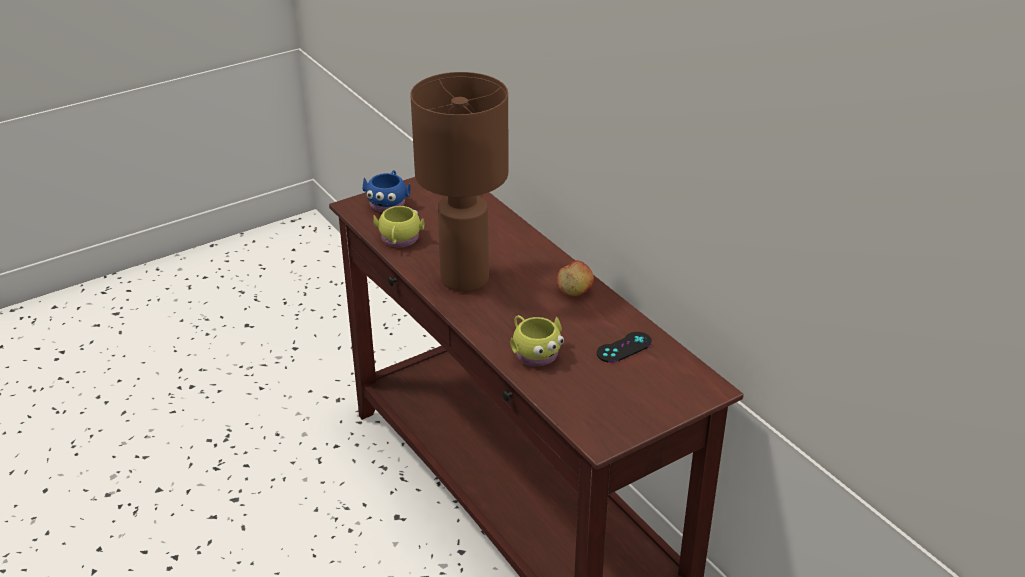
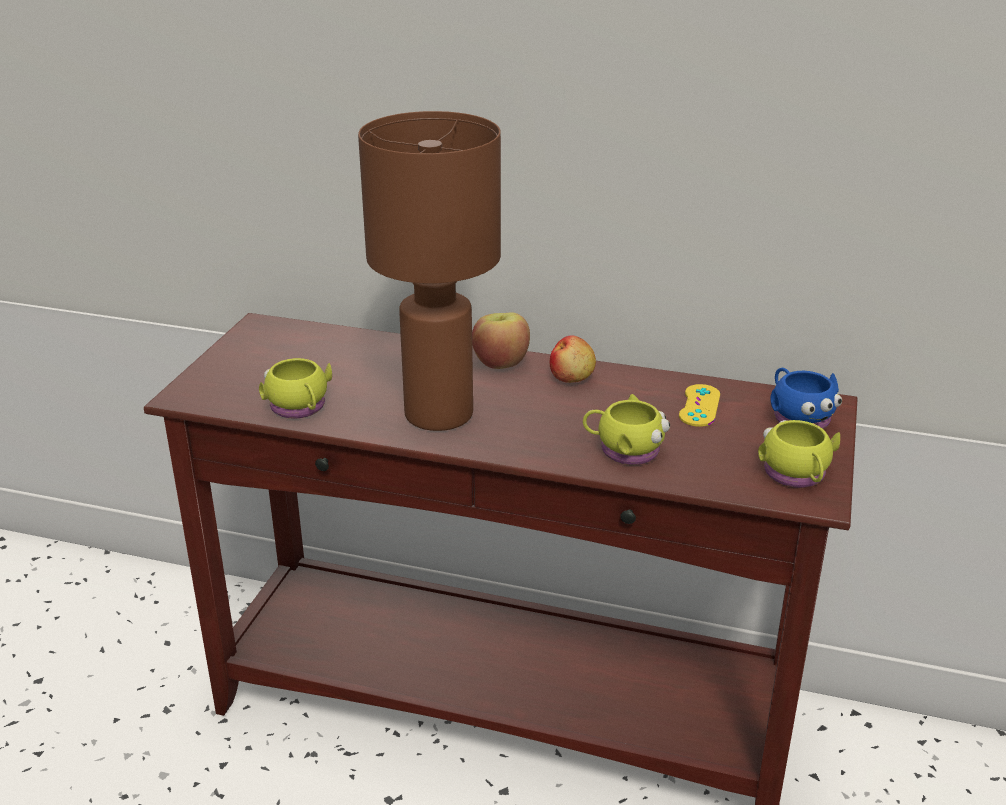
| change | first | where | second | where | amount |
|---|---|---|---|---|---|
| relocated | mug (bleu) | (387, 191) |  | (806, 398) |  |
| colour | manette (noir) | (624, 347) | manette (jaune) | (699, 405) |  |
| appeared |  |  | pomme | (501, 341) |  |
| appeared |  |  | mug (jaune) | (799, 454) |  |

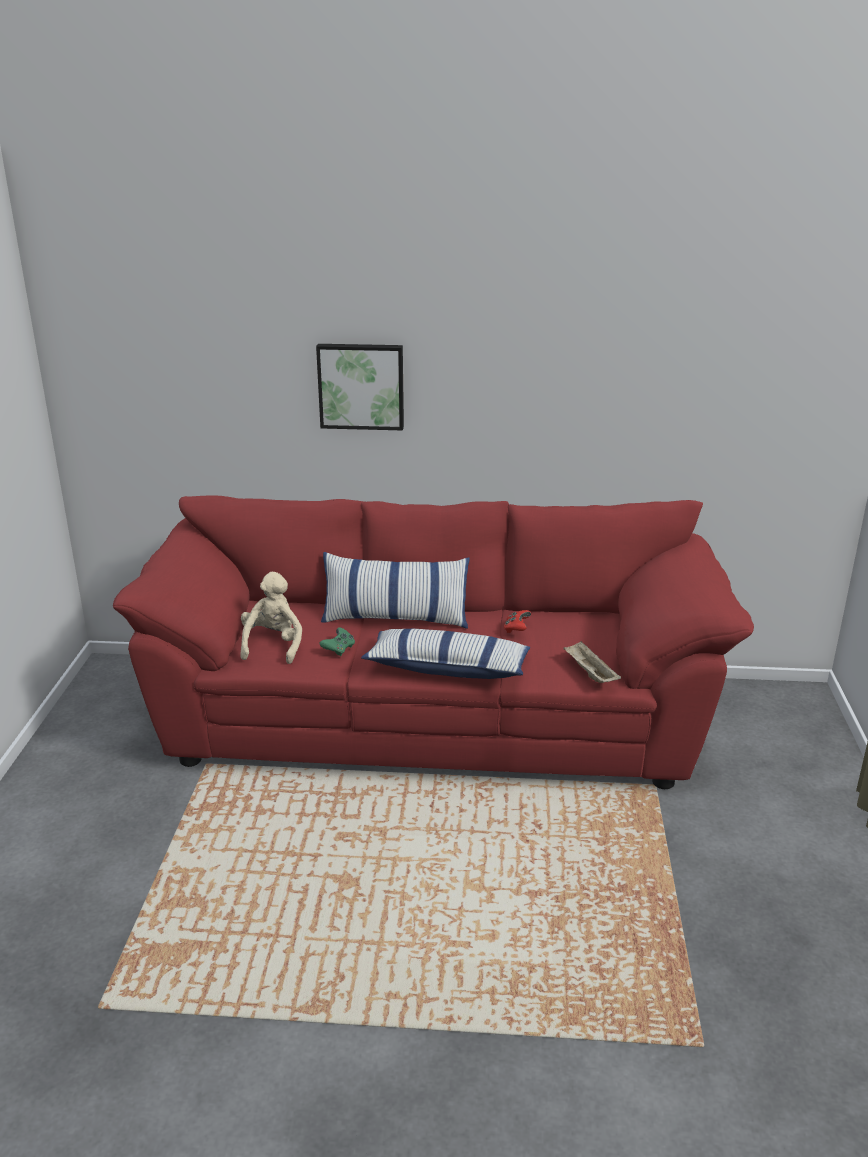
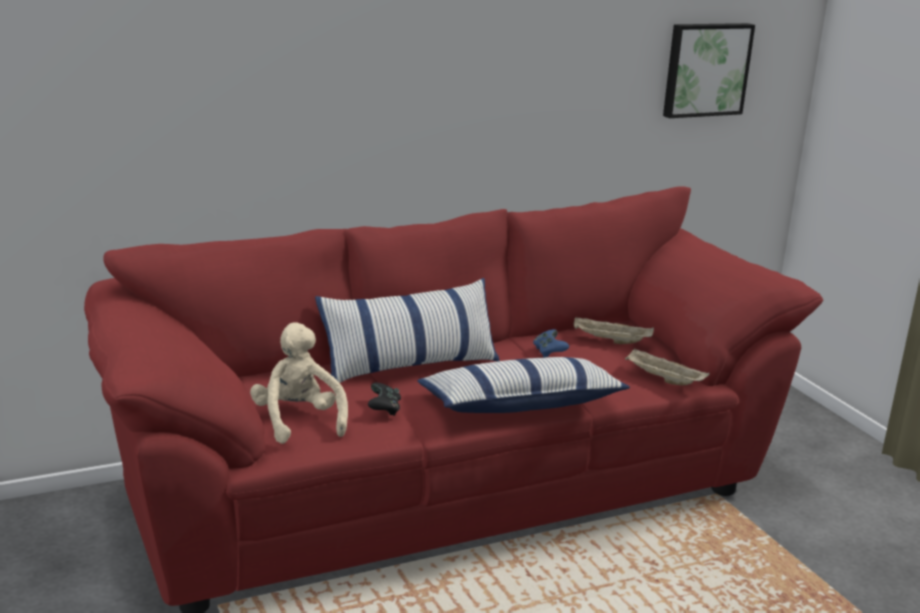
| change | first | where | second | where | amount |
|---|---|---|---|---|---|
| relocated | tableau | (360, 387) |  | (709, 70) |  |
| colour | manette (rouge) | (517, 621) | manette (bleu) | (551, 343) |  |
| colour | manette (vert) | (337, 641) | manette (noir) | (384, 399) |  |
| appeared |  |  | plateau (beige) | (614, 330) |  |

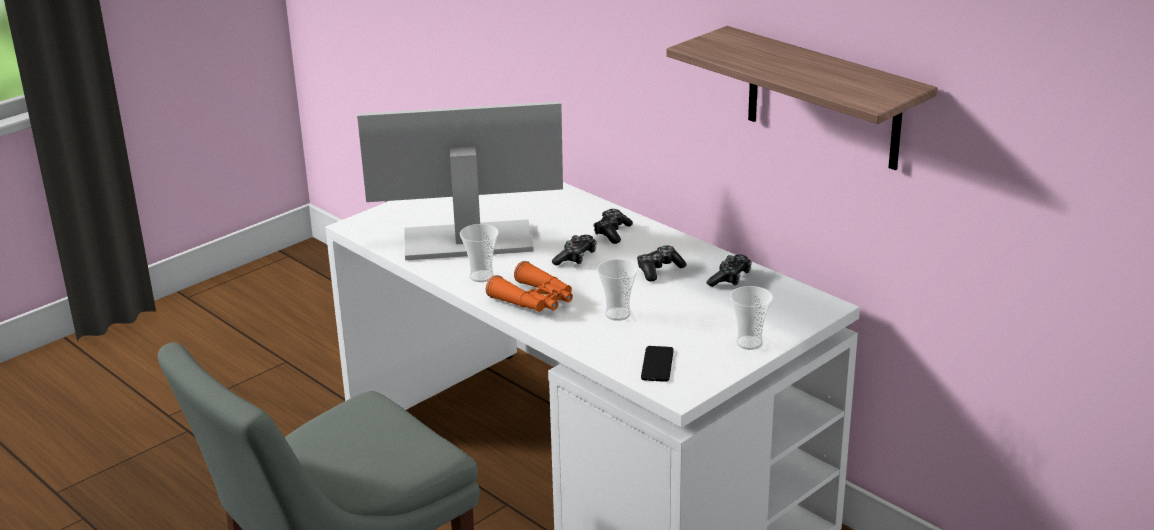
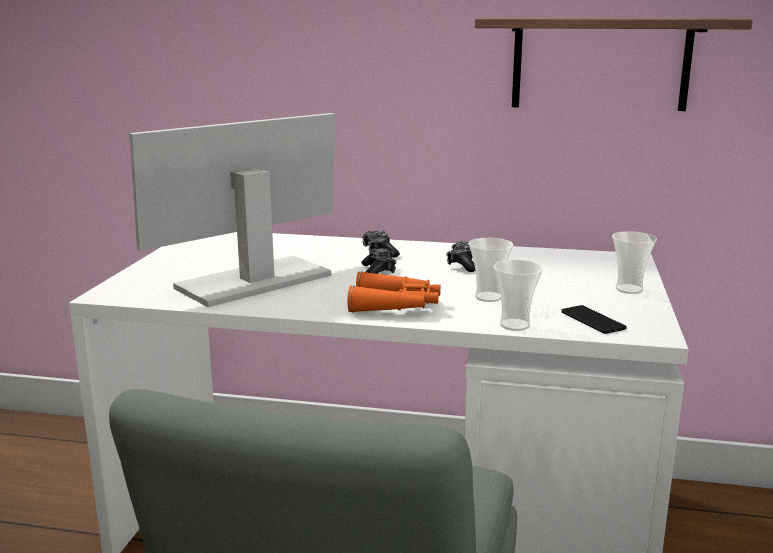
| change | first | where | second | where | amount |
|---|---|---|---|---|---|
| relocated | tasse | (479, 253) |  | (518, 295) |  |
| missing | manette | (729, 271) |  |  |  |

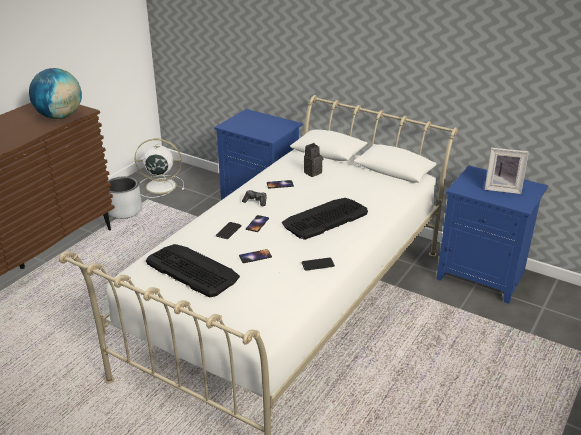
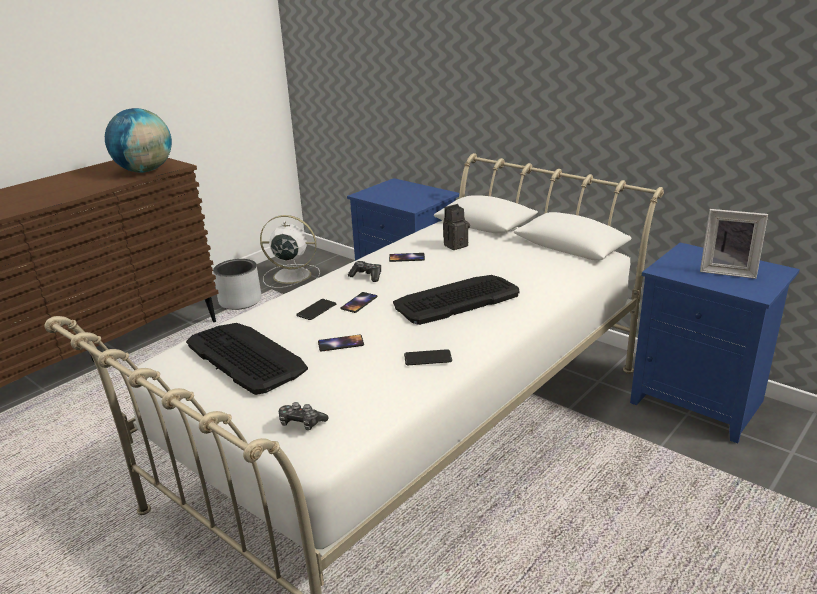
| change | first | where | second | where | amount |
|---|---|---|---|---|---|
| appeared |  |  | manette | (304, 416) |  |

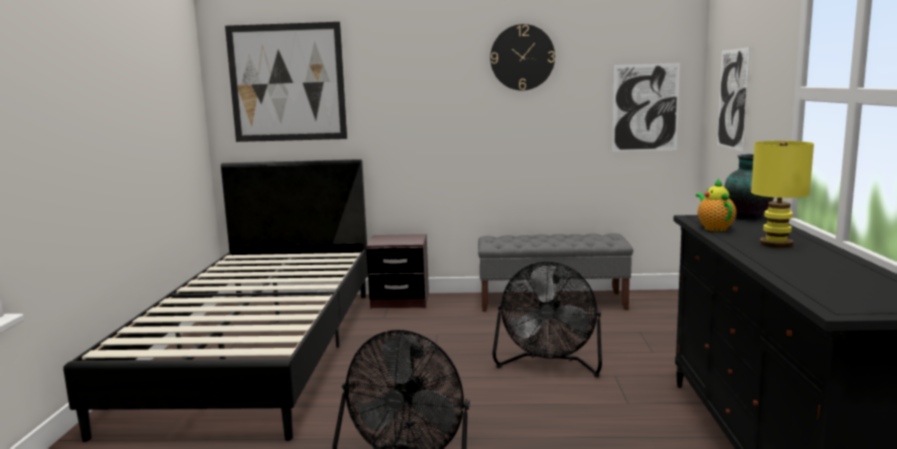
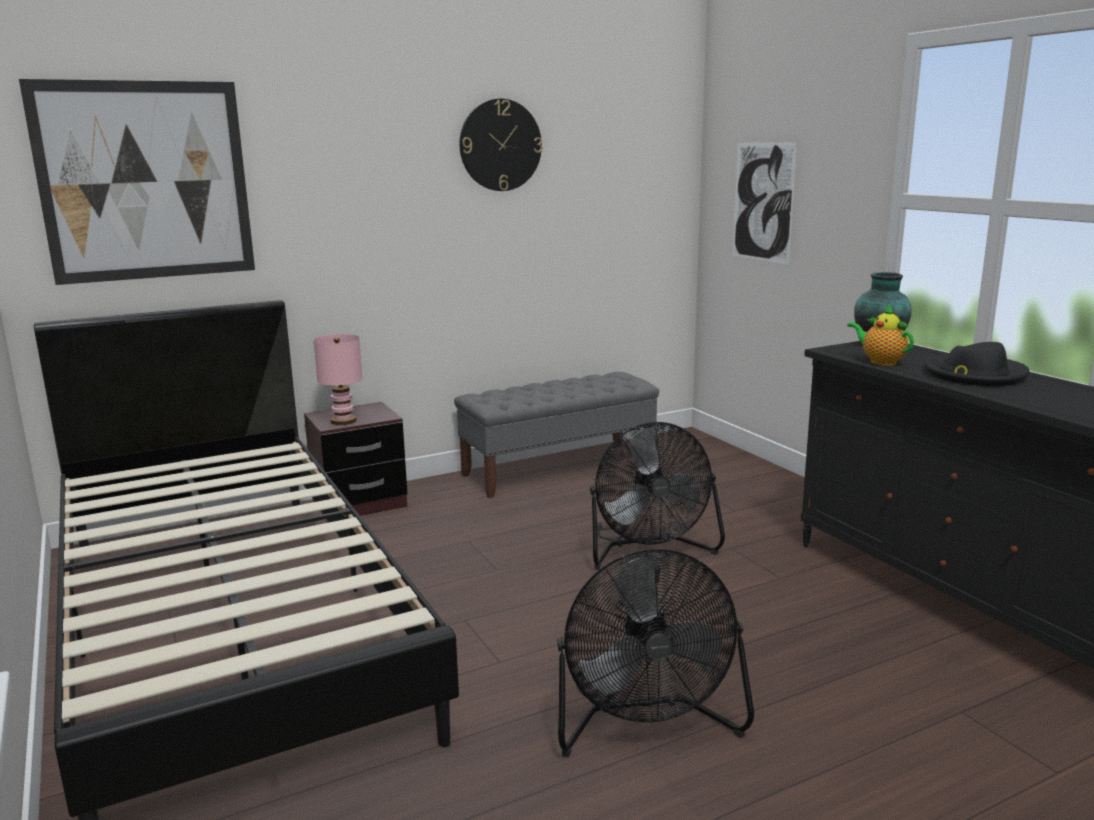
| change | first | where | second | where | amount |
|---|---|---|---|---|---|
| missing | tableau | (646, 107) |  |  |  |
| exchanged | lampe de table (jaune) | (782, 194) | chapeau (noir) | (977, 364) |  |
| appeared |  |  | lampe de table (rose) | (337, 379) |  |

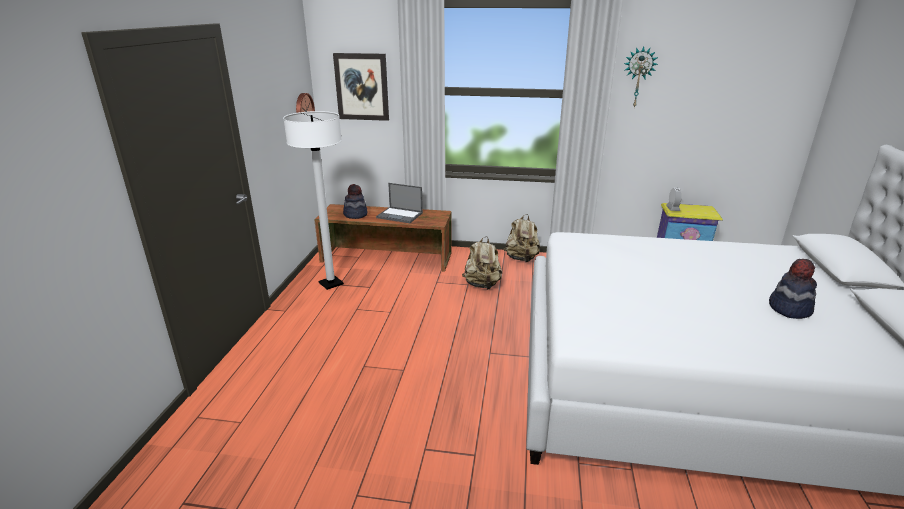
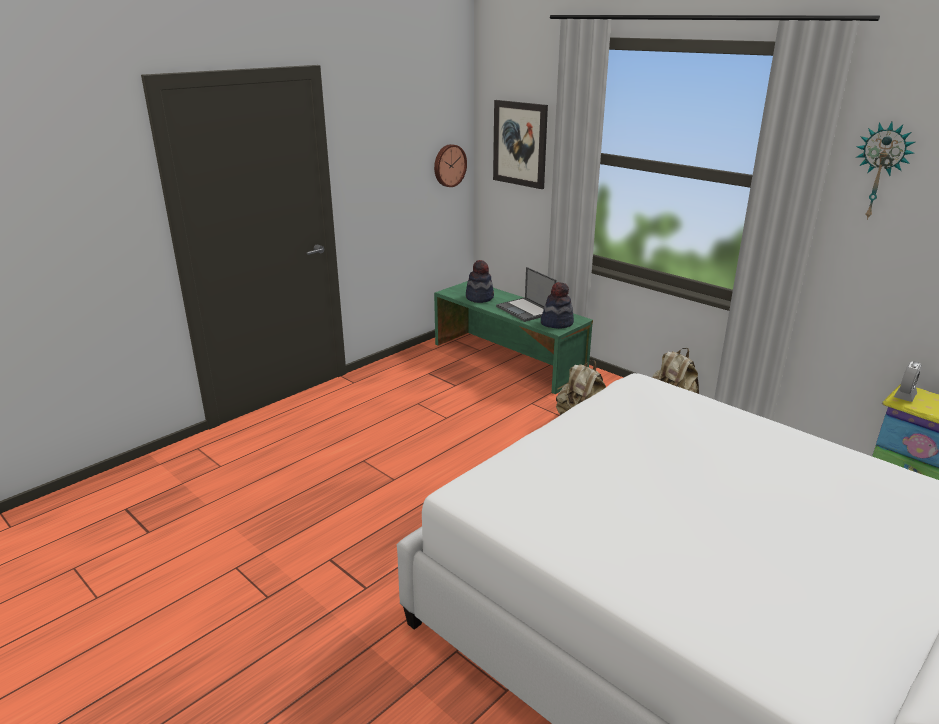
| change | first | where | second | where | amount |
|---|---|---|---|---|---|
| missing | lampadaire (blanc) | (313, 200) |  |  |  |
| colour | banc (marron) | (383, 238) | banc (vert) | (513, 337) |  |
| relocated | chapeau | (793, 289) |  | (557, 305) |  |

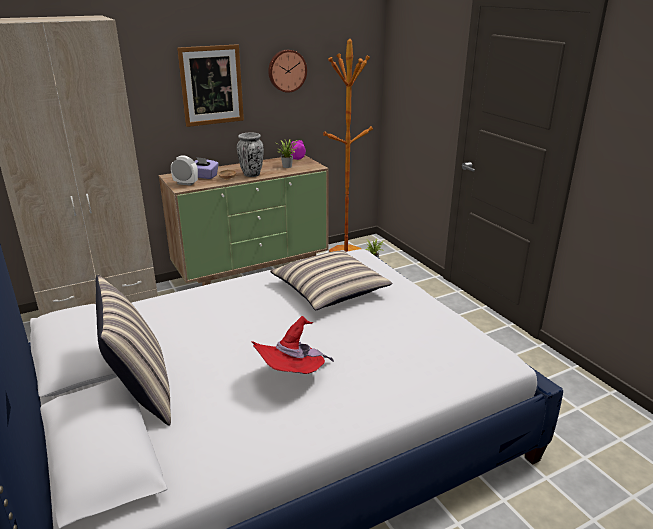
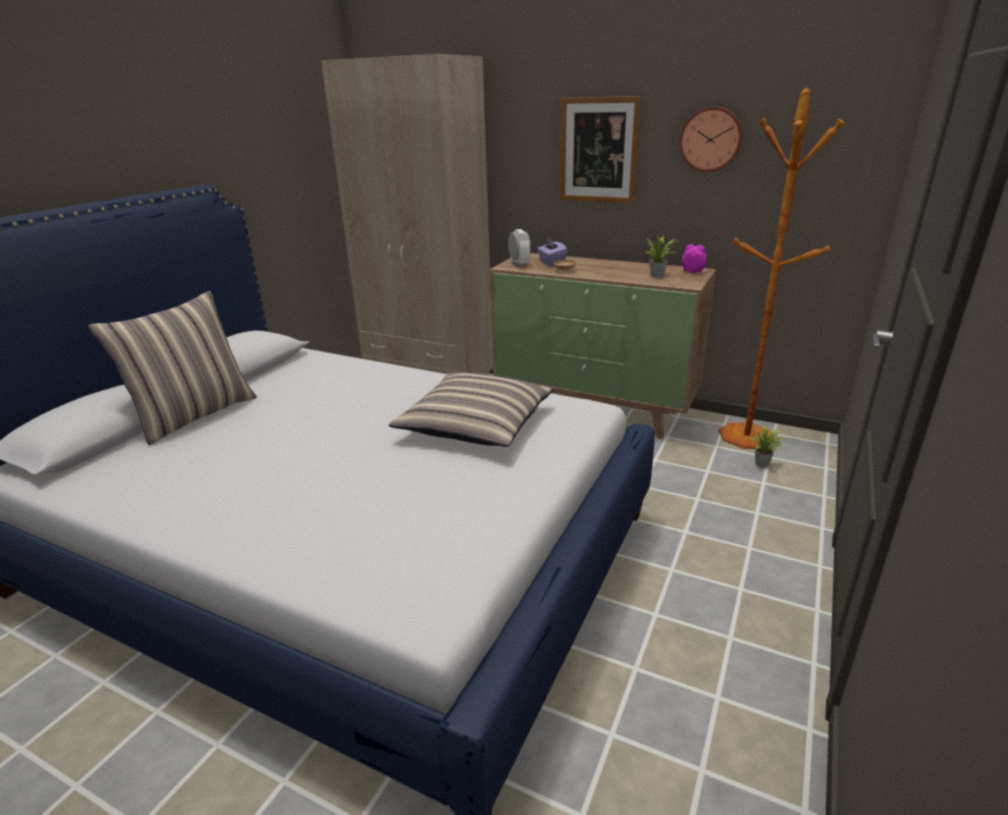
| change | first | where | second | where | amount |
|---|---|---|---|---|---|
| missing | vase | (250, 154) |  |  |  |
| missing | chapeau (rouge) | (292, 345) |  |  |  |

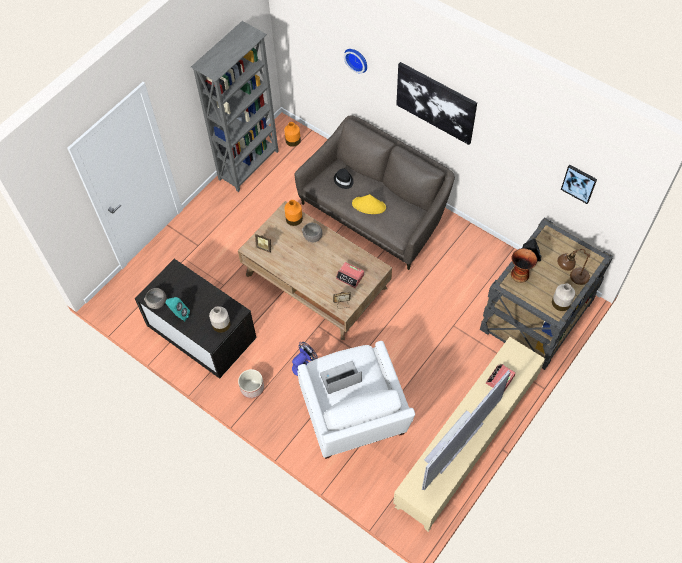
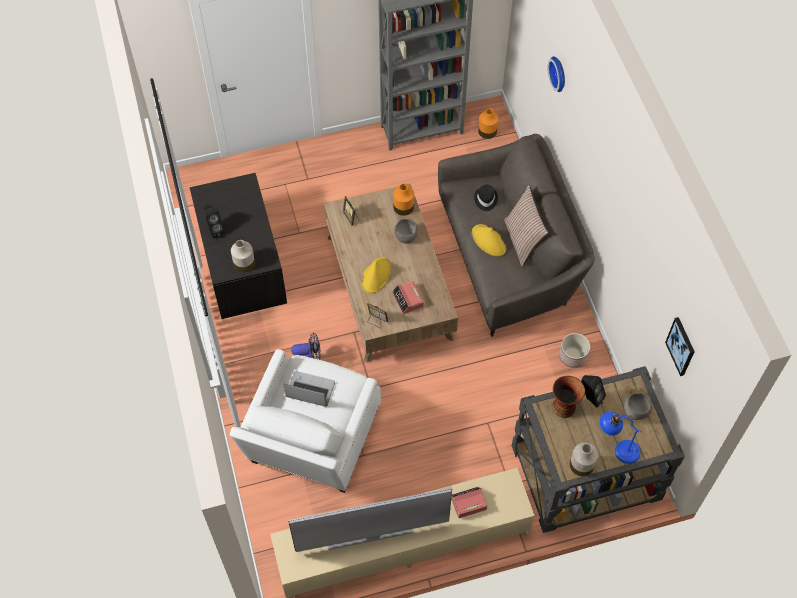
| change | first | where | second | where | amount |
|---|---|---|---|---|---|
| missing | tableau | (436, 103) |  |  |  |
| colour | lampe de table (marron) | (573, 267) | lampe de table (bleu) | (619, 438) |  |
| relocated | bol (gris) | (155, 298) |  | (638, 406) |  |
| colour | enceinte (turquoise) | (178, 309) | enceinte (noir) | (214, 221) |  |
| relocated | cache-pot | (251, 383) |  | (574, 350) |  |
| appeared |  |  | coussin | (526, 226) |  |
| appeared |  |  | chapeau (jaune) | (376, 275) |  |

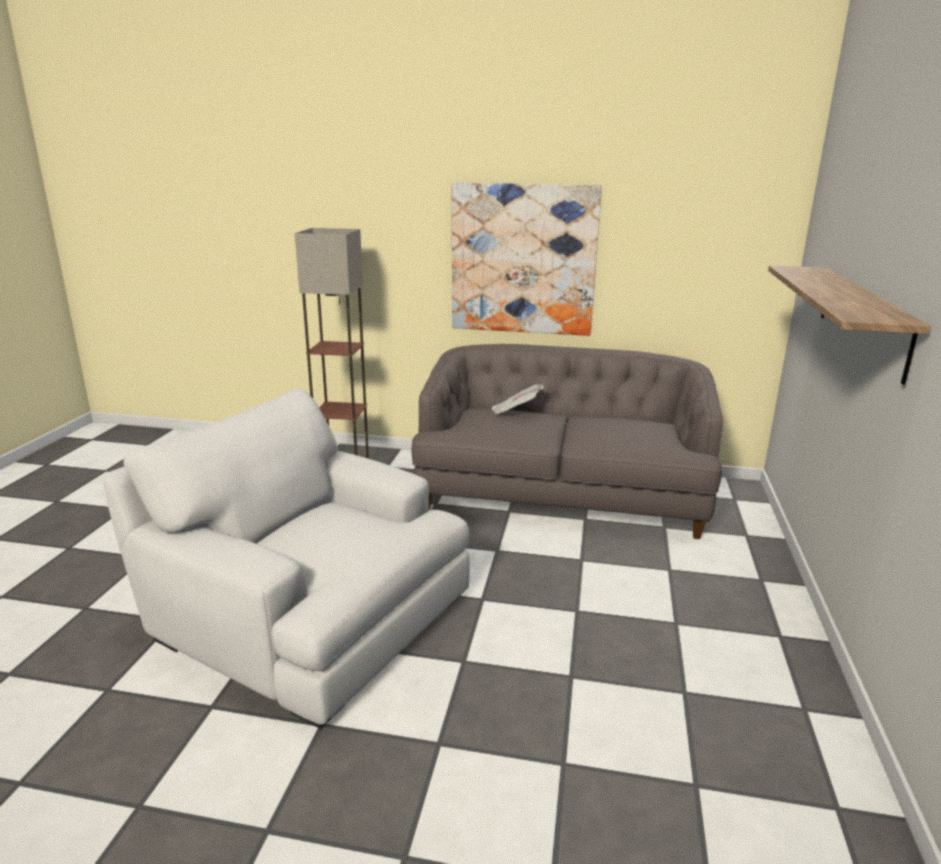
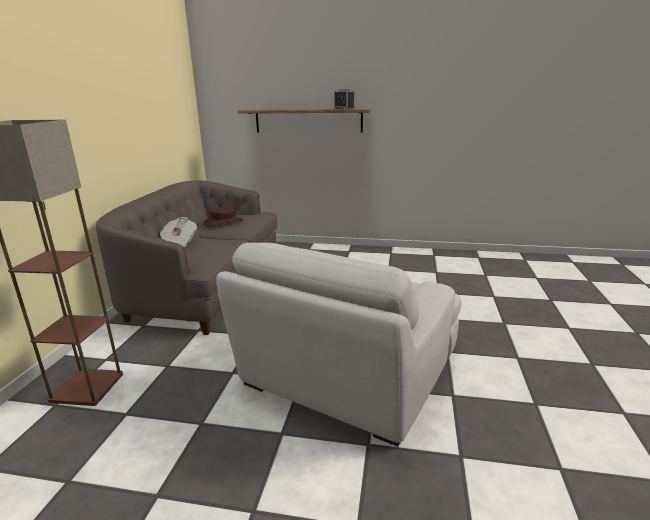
| change | first | where | second | where | amount |
|---|---|---|---|---|---|
| missing | tableau | (527, 259) |  |  |  |
| appeared |  |  | réveil | (344, 99) |  |
| appeared |  |  | chapeau (marron) | (223, 216) |  |

